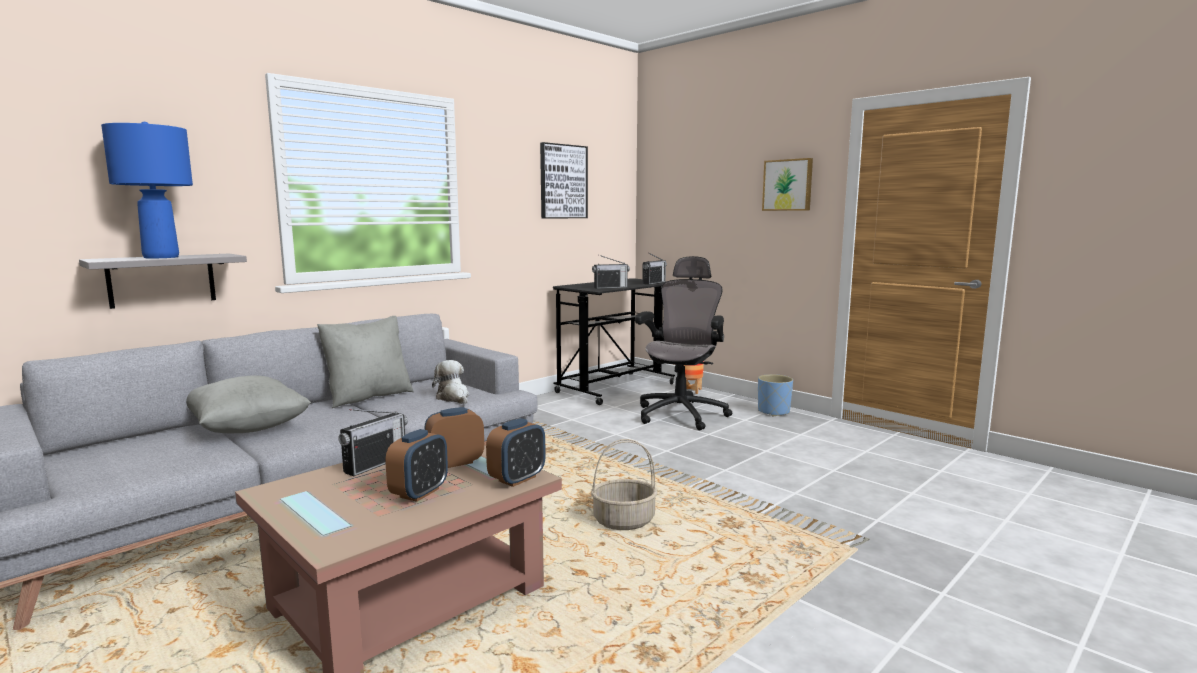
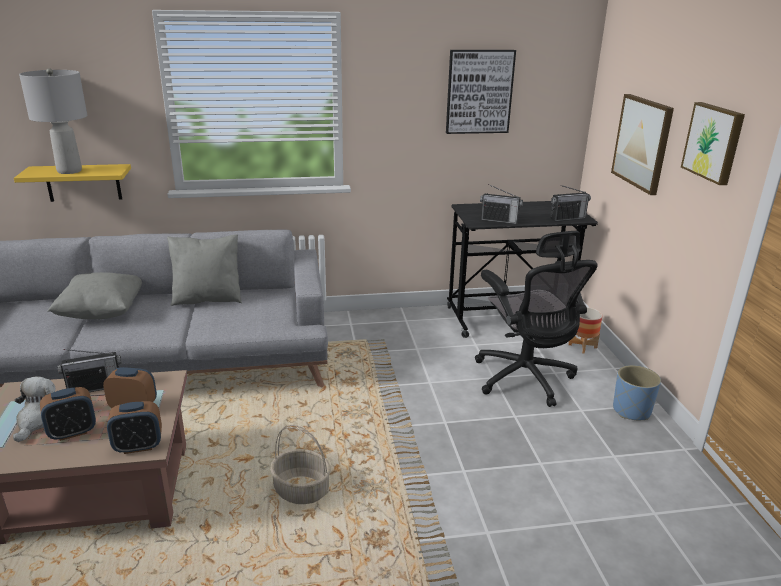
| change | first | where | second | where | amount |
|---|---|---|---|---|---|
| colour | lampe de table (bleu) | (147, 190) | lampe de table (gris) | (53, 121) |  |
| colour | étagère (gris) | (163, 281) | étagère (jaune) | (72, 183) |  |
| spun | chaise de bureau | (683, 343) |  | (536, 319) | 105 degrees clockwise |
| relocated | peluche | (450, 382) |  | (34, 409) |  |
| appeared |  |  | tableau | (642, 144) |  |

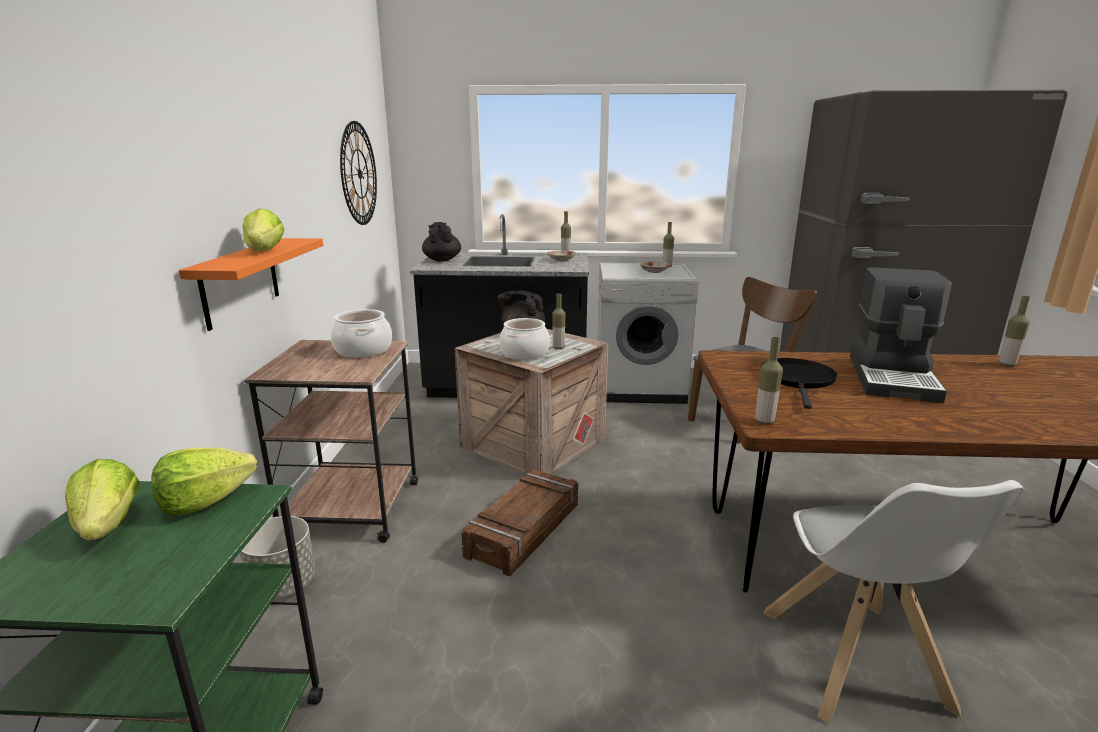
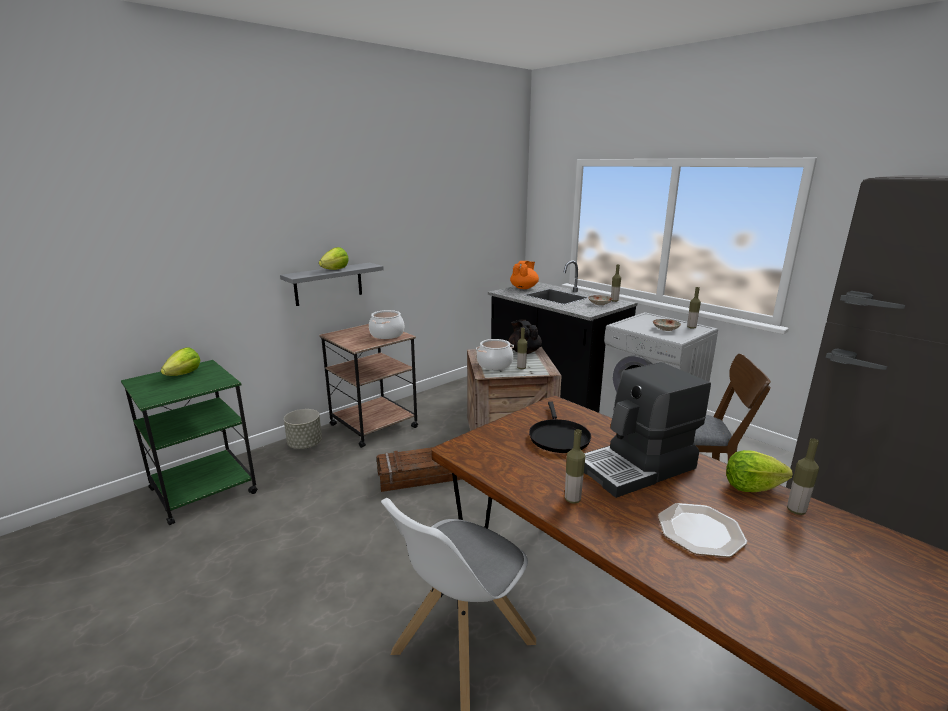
| change | first | where | second | where | amount |
|---|---|---|---|---|---|
| missing | horloge murale | (358, 173) |  |  |  |
| colour | théière (noir) | (441, 241) | théière (orange) | (524, 275) |  |
| colour | étagère (orange) | (251, 284) | étagère (gris) | (332, 284) |  |
| relocated | bouteille | (769, 381) |  | (575, 466) |  |
| spun | poêle (noir) | (799, 383) |  | (560, 427) | 120 degrees clockwise |
| relocated | laitue | (204, 482) |  | (759, 471) |  |
| appeared |  |  | assiette | (702, 530) |  |

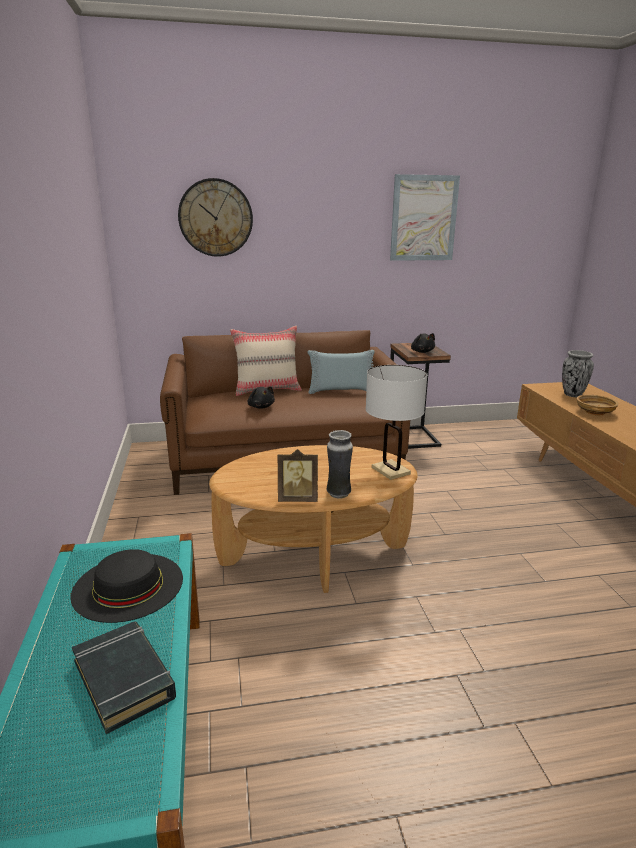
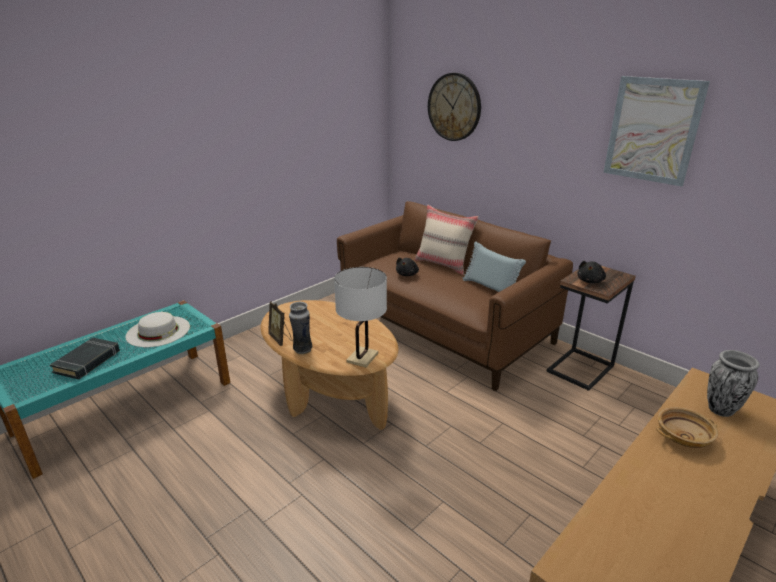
| change | first | where | second | where | amount |
|---|---|---|---|---|---|
| colour | chapeau (noir) | (127, 586) | chapeau (blanc) | (158, 329) |  |

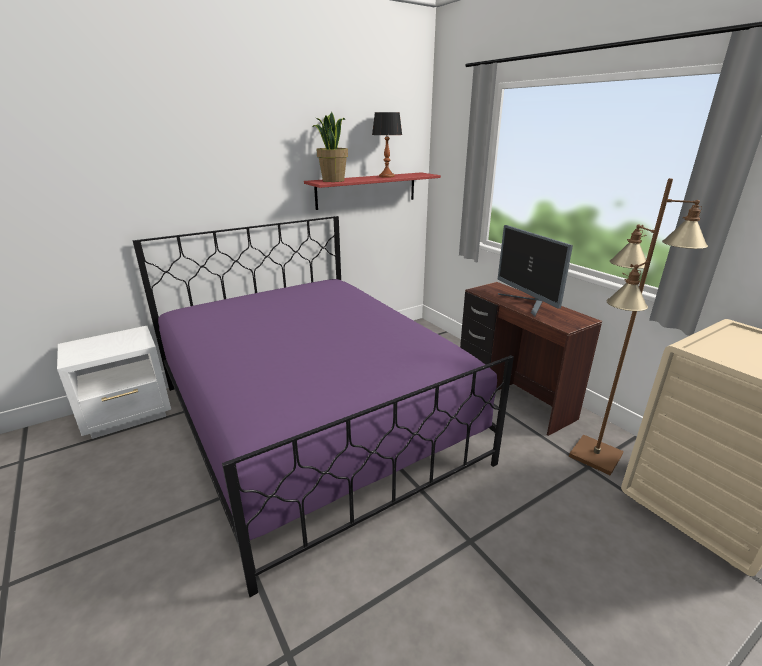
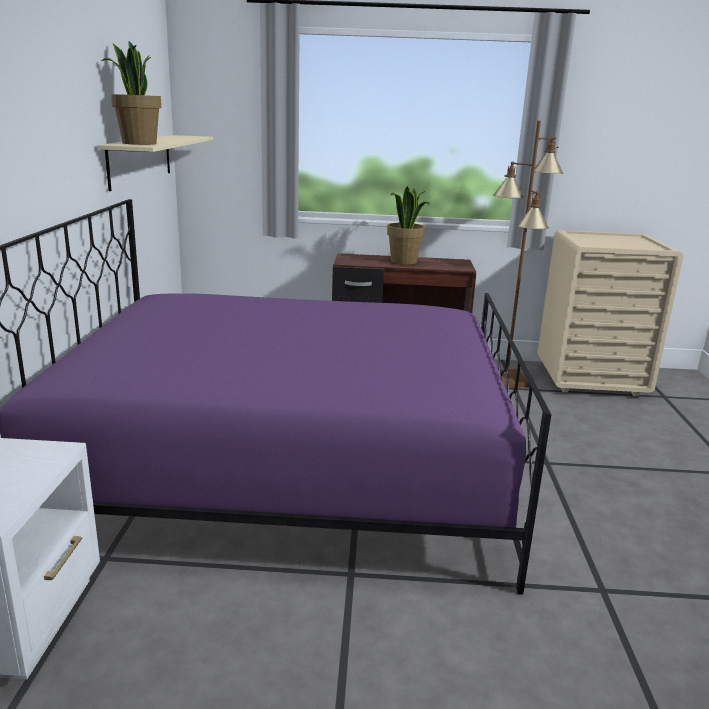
| change | first | where | second | where | amount |
|---|---|---|---|---|---|
| missing | lampe de table | (387, 145) |  |  |  |
| colour | étagère (rouge) | (372, 191) | étagère (beige) | (155, 163) |  |
| exchanged | écran d'ordinateur | (535, 270) | plante en pot | (408, 225) |  |

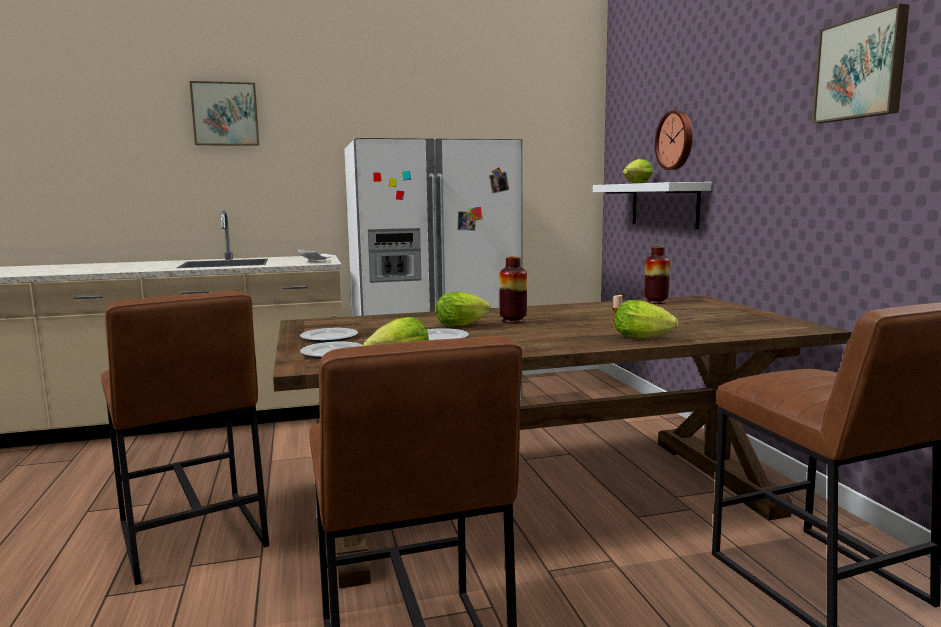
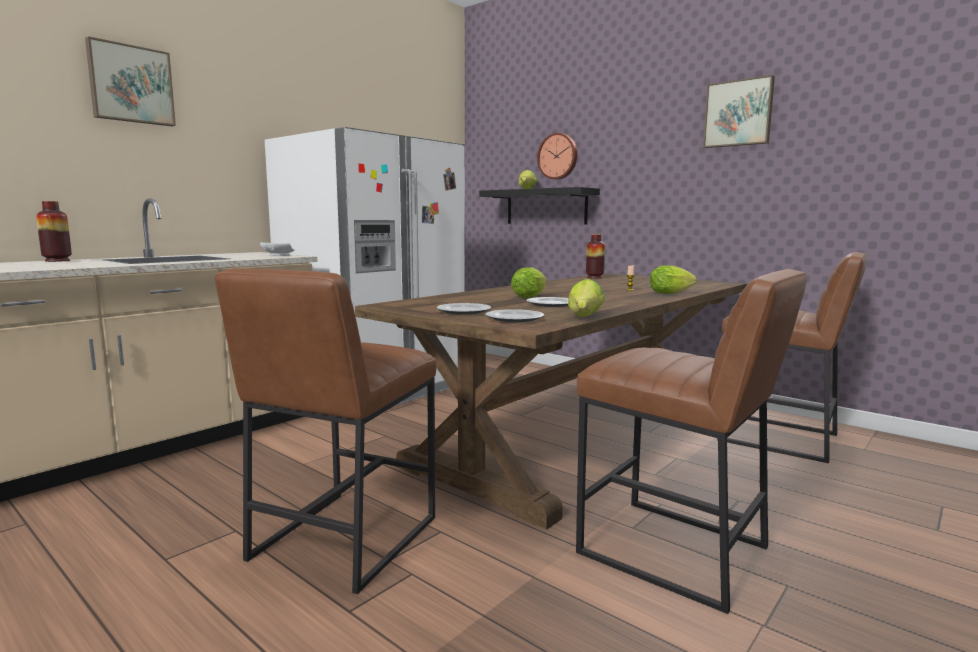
| change | first | where | second | where | amount |
|---|---|---|---|---|---|
| colour | étagère (blanc) | (652, 205) | étagère (noir) | (539, 206) |  |
| relocated | vase | (513, 290) |  | (54, 231) |  |
| spun | chaise (marron) | (185, 438) |  | (326, 431) | 90 degrees clockwise |

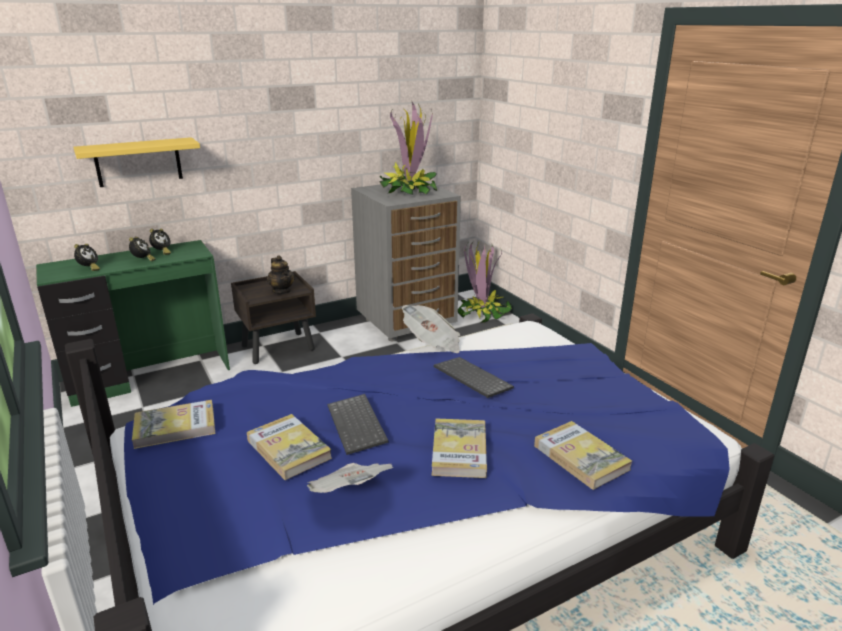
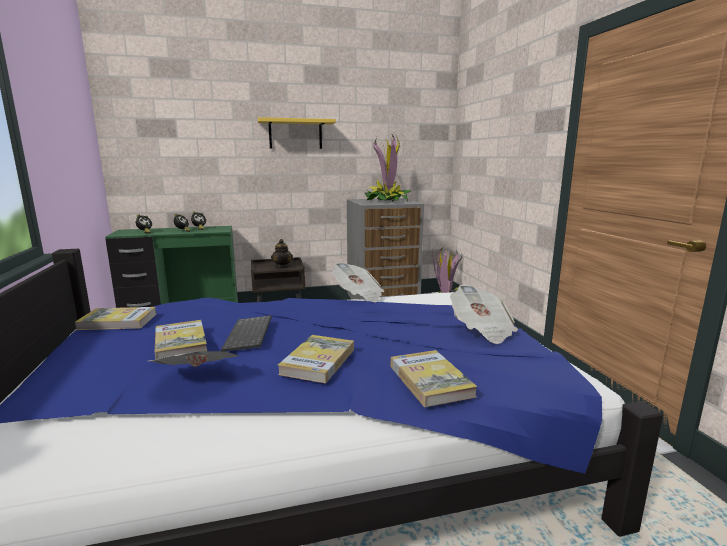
| change | first | where | second | where | amount |
|---|---|---|---|---|---|
| relocated | étagère (jaune) | (136, 162) |  | (297, 133) |  |
| missing | clavier | (474, 377) |  |  |  |
| appeared |  |  | journal | (484, 314) |  |

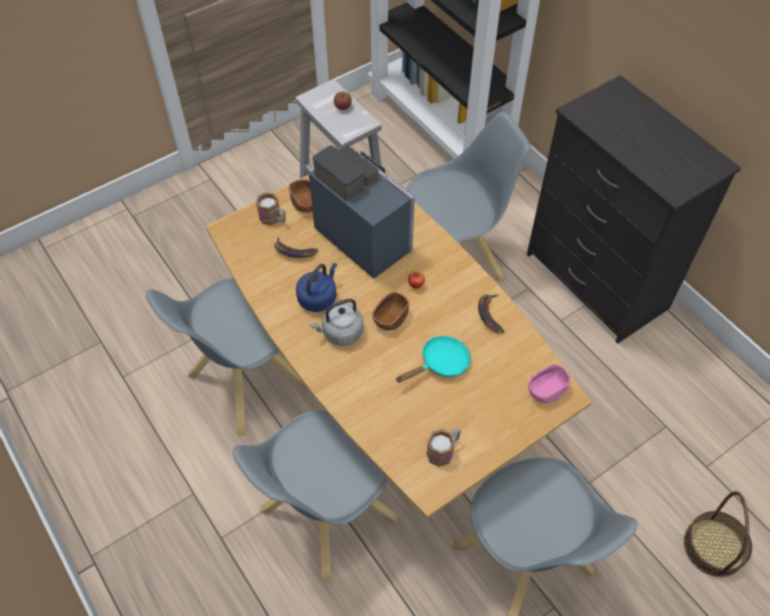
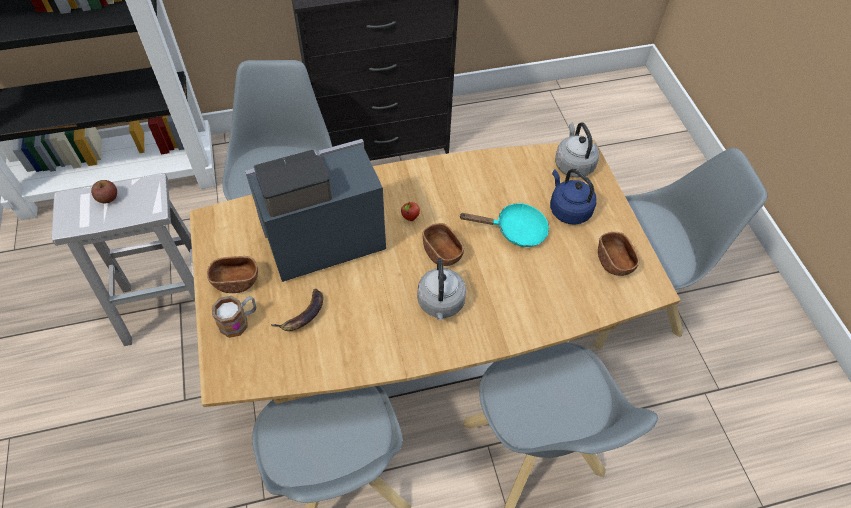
| change | first | where | second | where | amount |
|---|---|---|---|---|---|
| relocated | bouilloire (bleu) | (316, 287) |  | (573, 197) |  |
| missing | banane | (491, 314) |  |  |  |
| spun | poêle (turquoise) | (433, 359) |  | (504, 225) | 105 degrees clockwise |
| exchanged | bol (rose) | (549, 383) | bouilloire (gris) | (577, 149) |  |
| exchanged | mug | (443, 447) | bol (marron) | (619, 254) |  |
| missing | panier | (718, 534) |  |  |  |

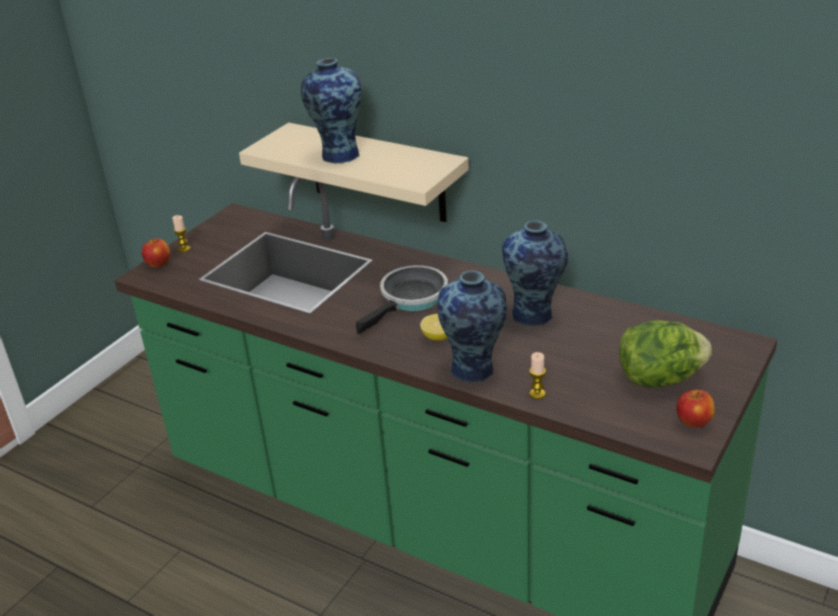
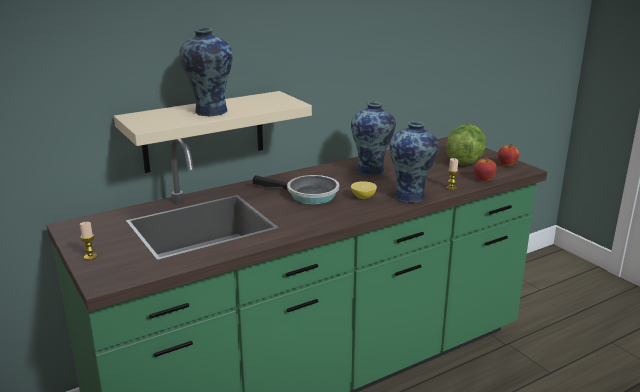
| change | first | where | second | where | amount |
|---|---|---|---|---|---|
| relocated | pomme | (156, 253) |  | (485, 169) |  |
| spun | poêle | (402, 299) |  | (296, 189) | 135 degrees clockwise |

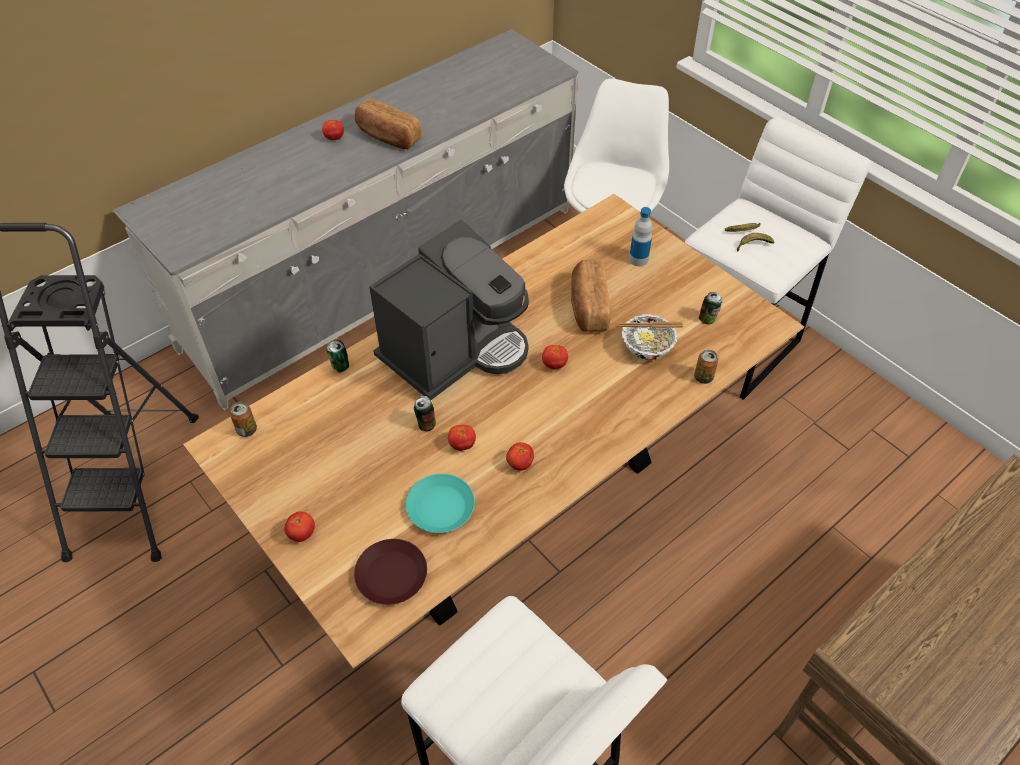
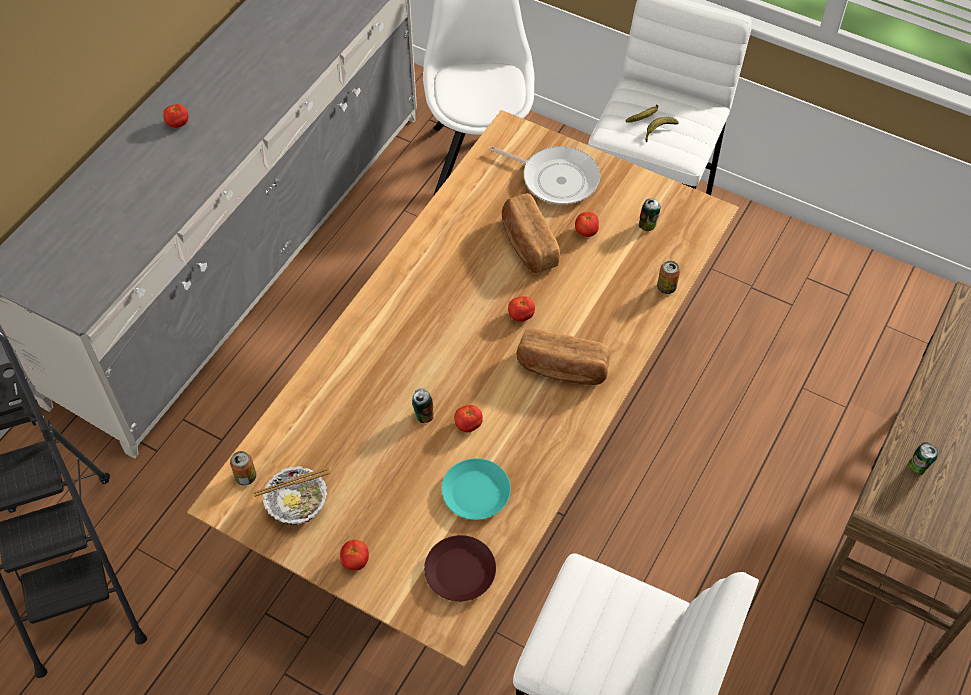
| change | first | where | second | where | amount |
|---|---|---|---|---|---|
| relocated | pain | (388, 123) |  | (563, 357) |  |
| exchanged | bouteille | (641, 236) | poêle | (544, 175) |  |
| missing | machine à café | (449, 310) |  |  |  |
| relocated | bol | (649, 337) |  | (292, 495) |  |
| relocated | boîte métallique | (337, 356) |  | (923, 458) |  |
| relocated | tomate | (520, 456) |  | (587, 224) |  |

